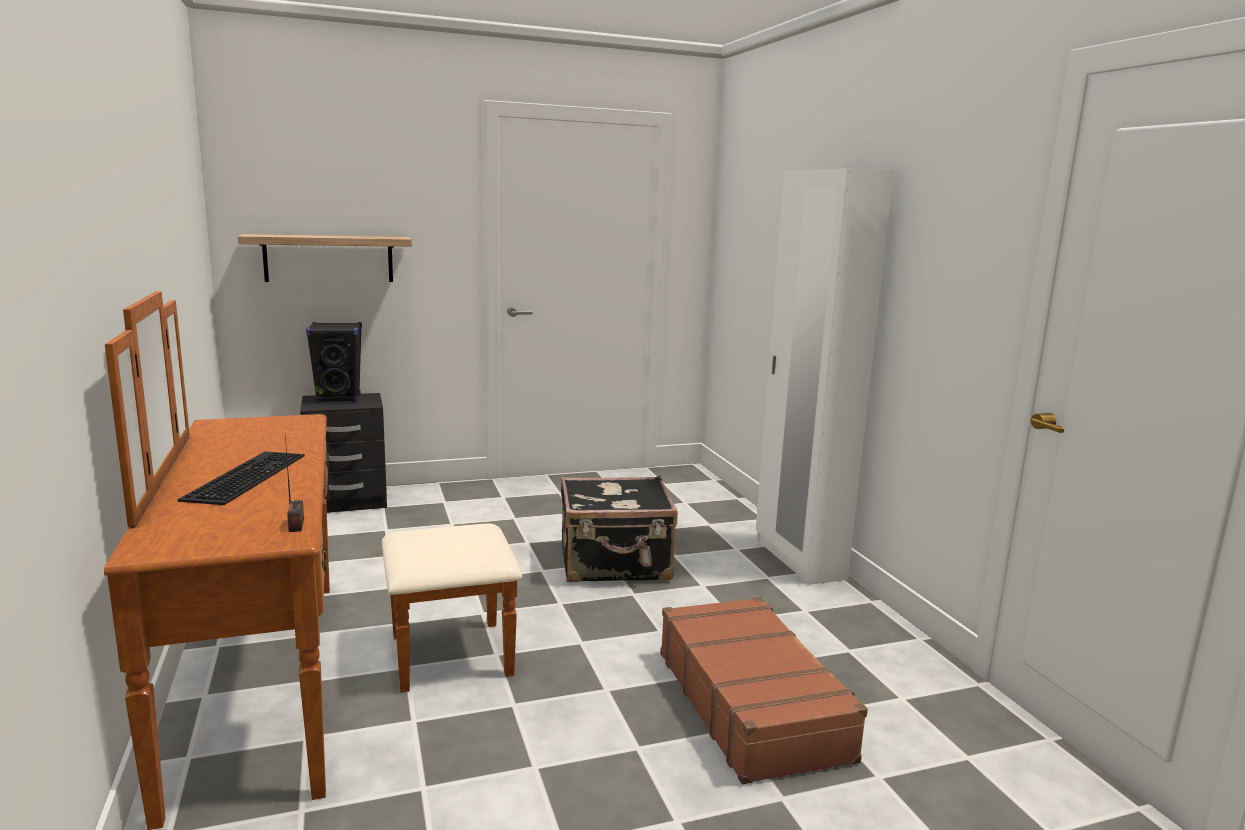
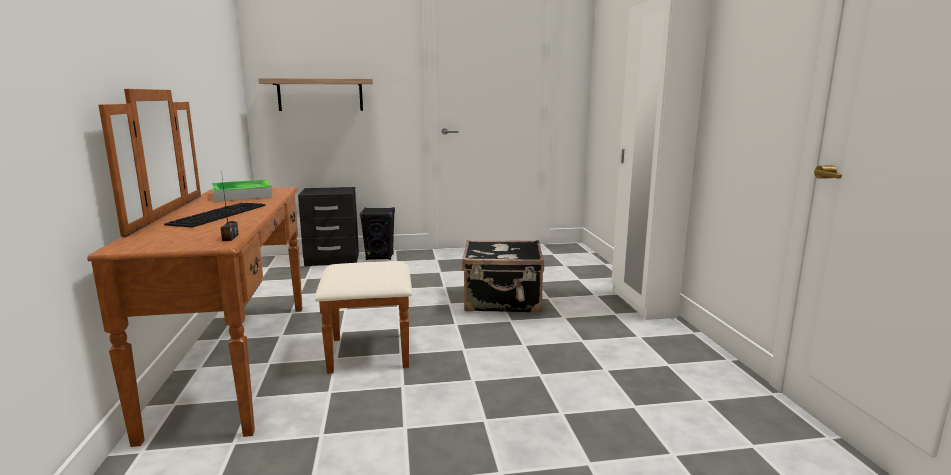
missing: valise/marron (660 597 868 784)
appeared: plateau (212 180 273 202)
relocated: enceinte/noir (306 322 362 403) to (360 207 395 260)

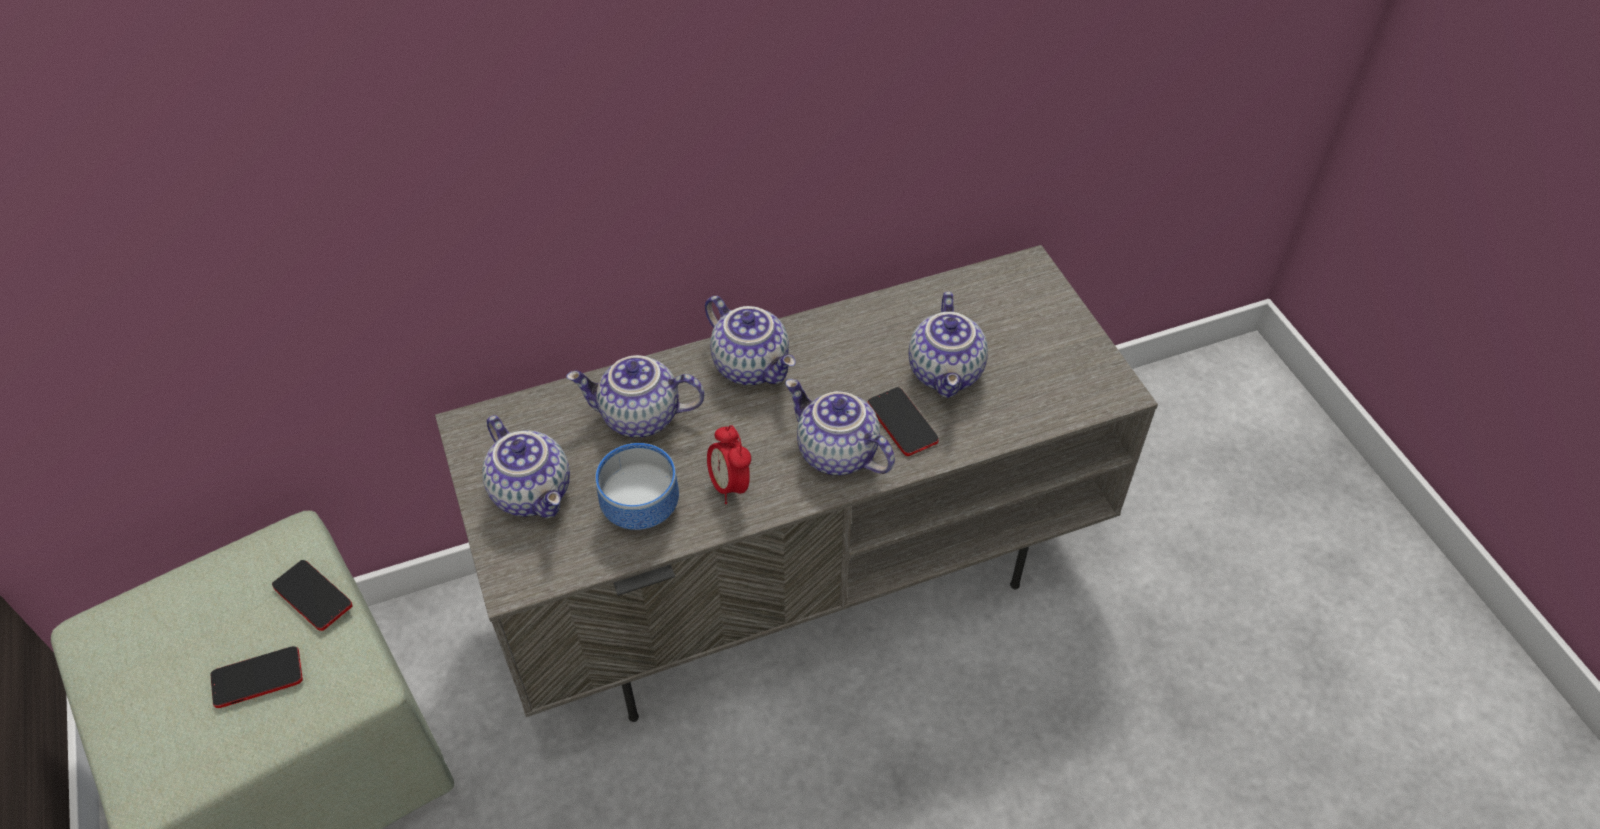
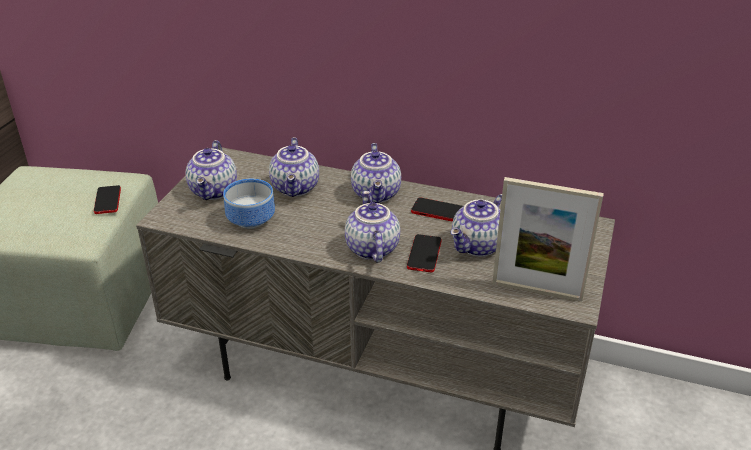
missing: réveil (707 425 751 504)
appeared: cadre photo (492 177 604 301)
relocated: téléphone (210 646 303 708) to (411 198 463 222)
spun: théière (566 355 704 437) = (269 137 319 197) 135 degrees counterclockwise

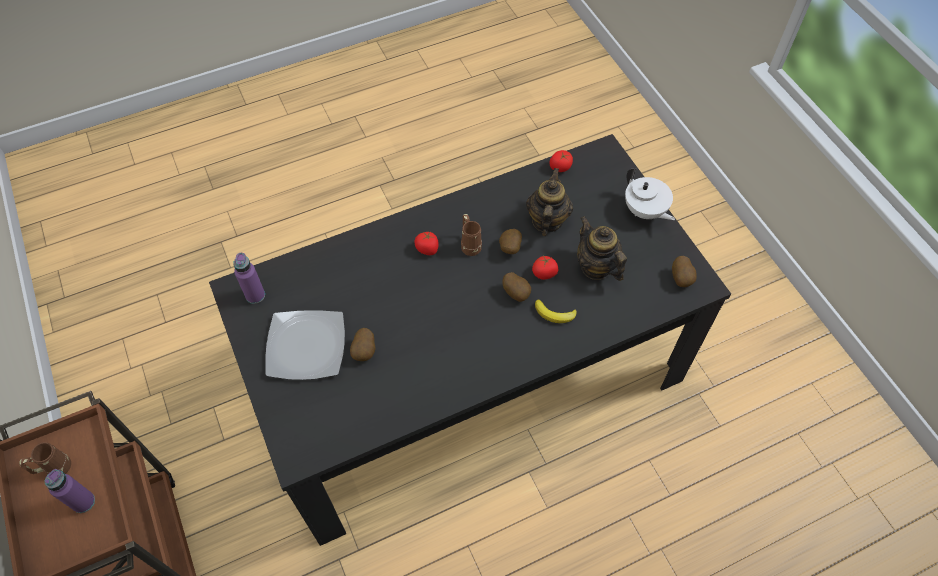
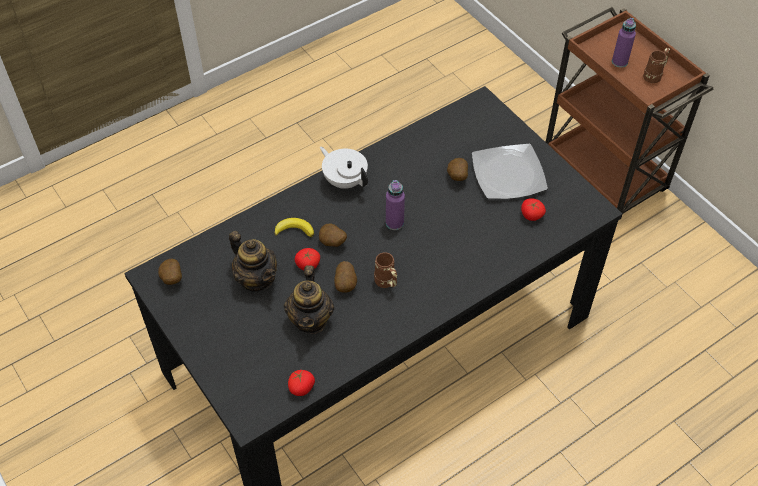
relocated: théière/blanc (625 168 675 220) to (320 146 368 189); tomate (415 232 439 255) to (521 198 546 221); bouteille/violet (233 253 265 304) to (386 180 405 230)

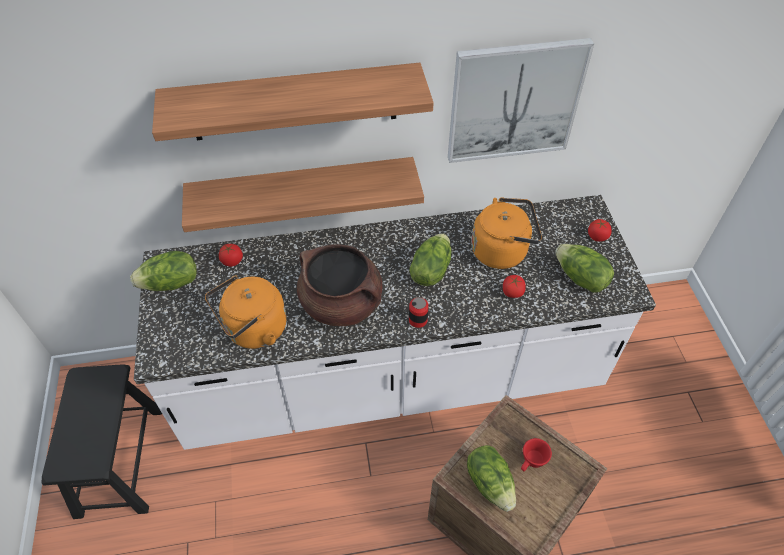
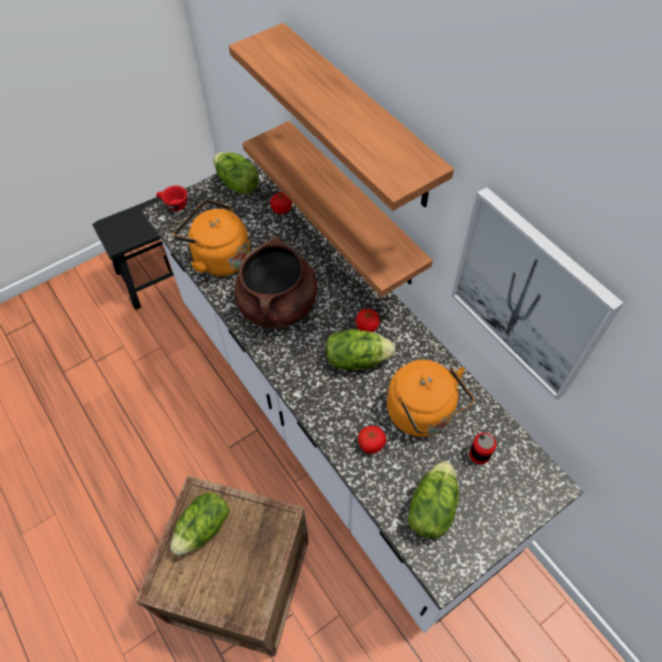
relocated: tomate (588 219 611 242) to (356 309 380 332); boîte métallique (409 297 429 328) to (469 433 496 464); tasse/rouge (521 438 552 471) to (156 186 187 211)

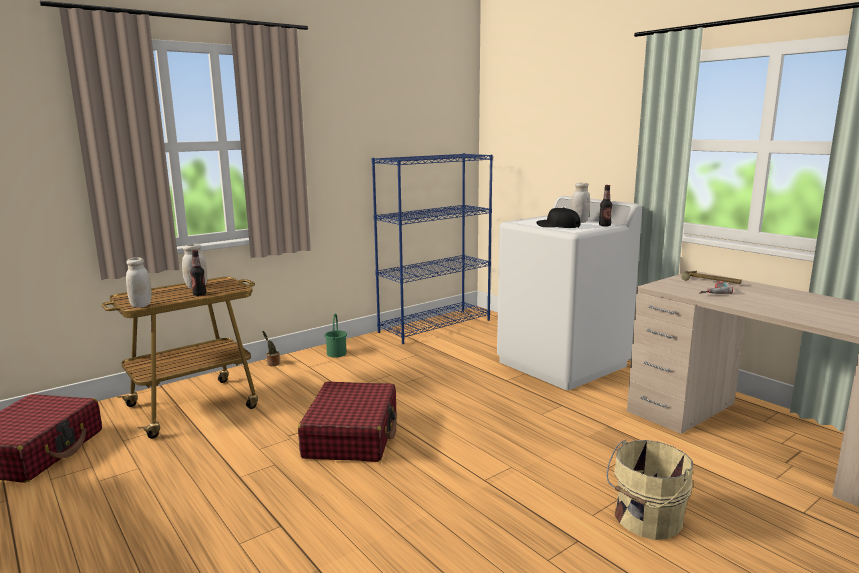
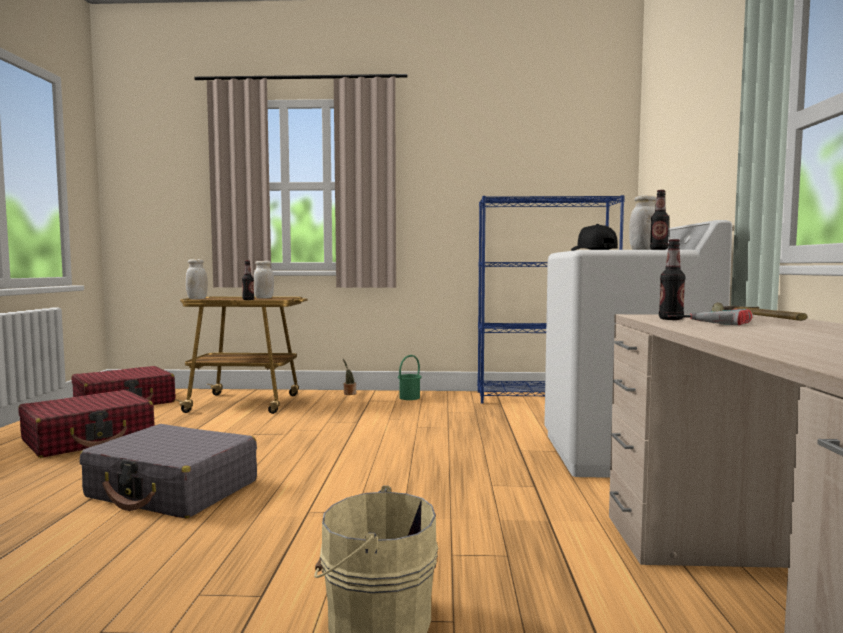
appeared: bouteille (659 239 685 320); valise/gris (80 424 257 519)
relocated: valise/rouge (298 382 397 462) to (18 390 155 458)

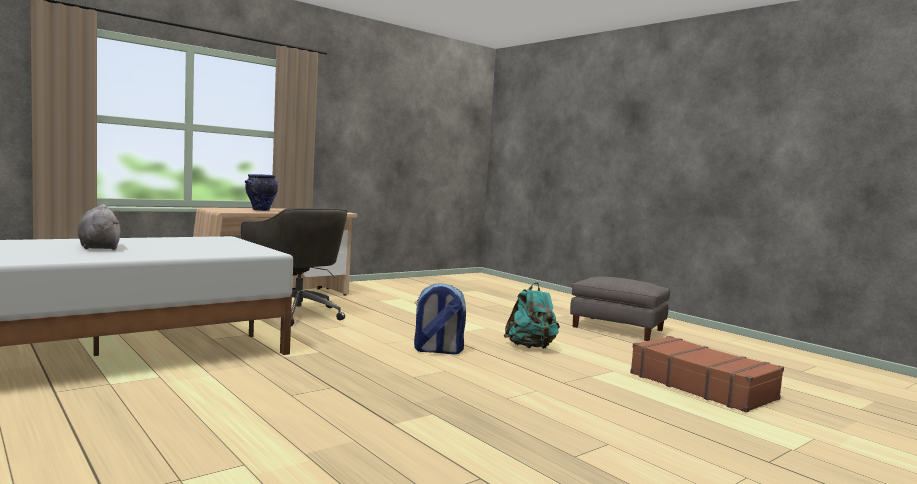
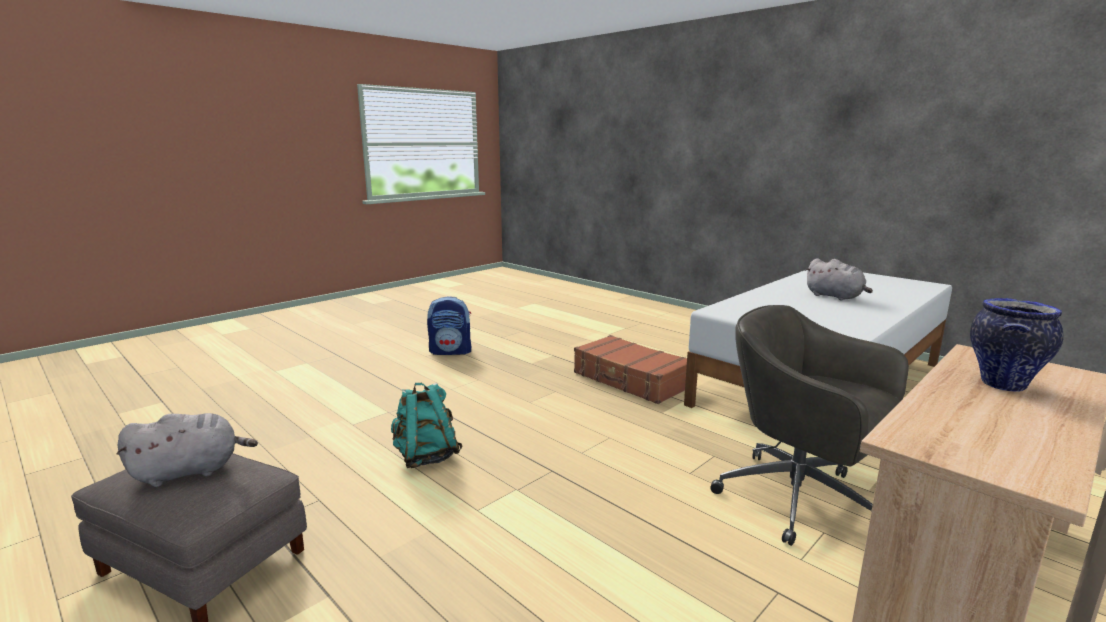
appeared: peluche/gris (116 413 258 487)
relocated: sac à dos (414 283 466 355) to (427 296 471 355); valise/marron (630 336 784 413) to (574 335 687 404)

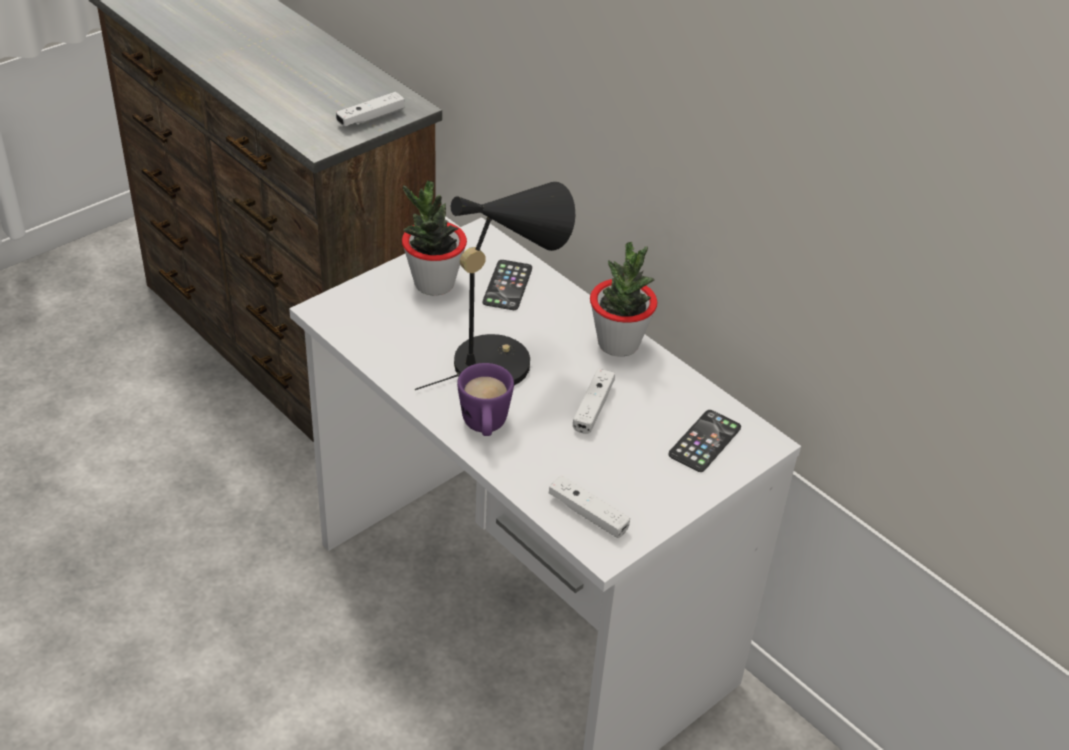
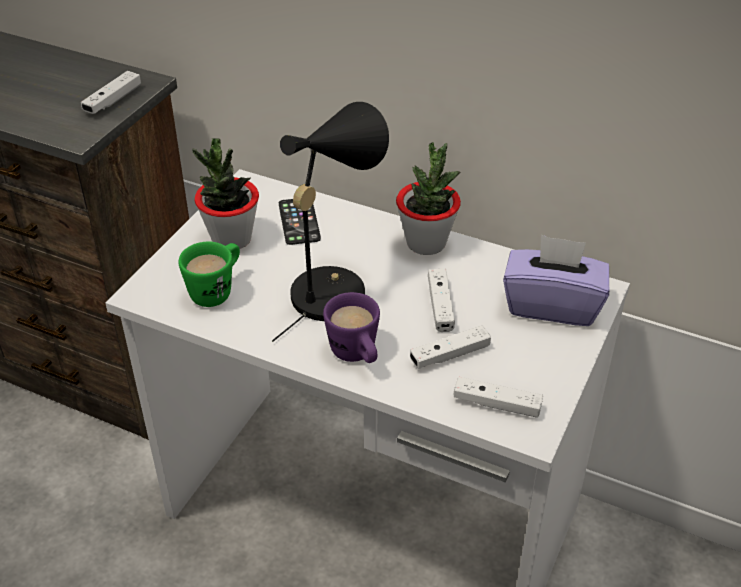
appeared: mug/vert (178 242 240 307); manette/blanc (410 325 491 369)
exchanged: téléphone (668 410 741 472) to boîte à mouchoirs/violet (503 235 609 326)

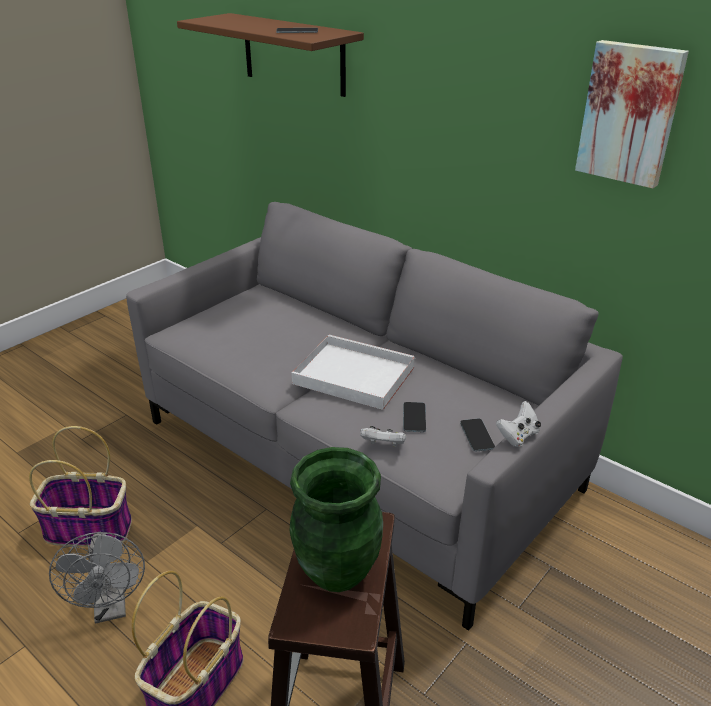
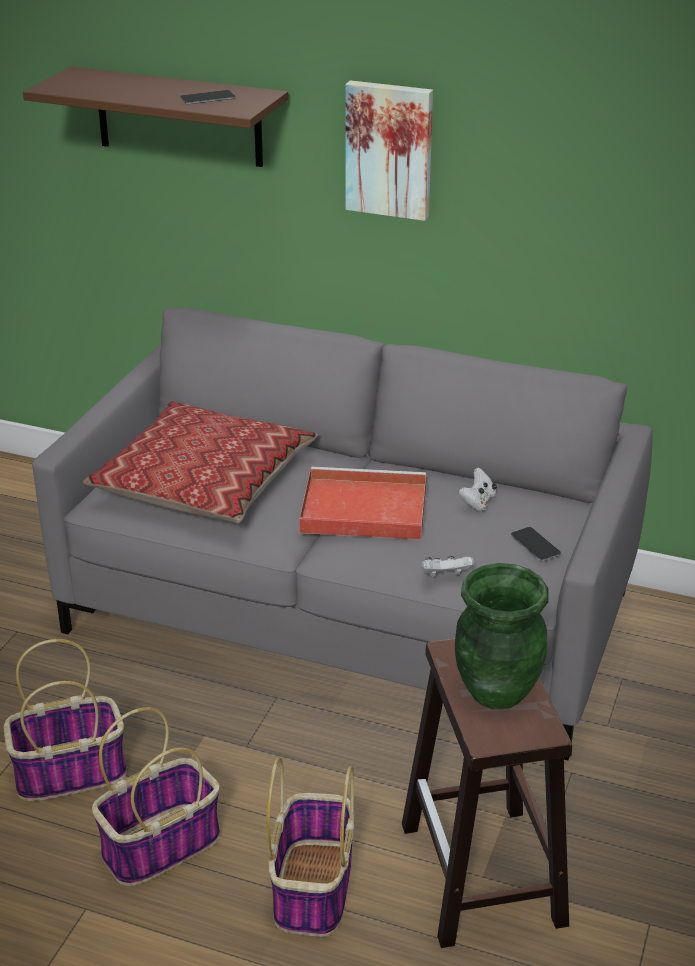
missing: téléphone (403 402 426 432)
appeared: coussin (83 401 318 523)
relocated: tableau (575 40 689 188) to (345 80 433 221); manette/blanc (496 401 541 447) to (459 467 497 511)
exchanged: ventilateur/gris (49 532 145 624) to panier (92 707 220 886)
colour: plateau/blanc (292 335 415 410) to plateau/rouge (299 467 426 540)

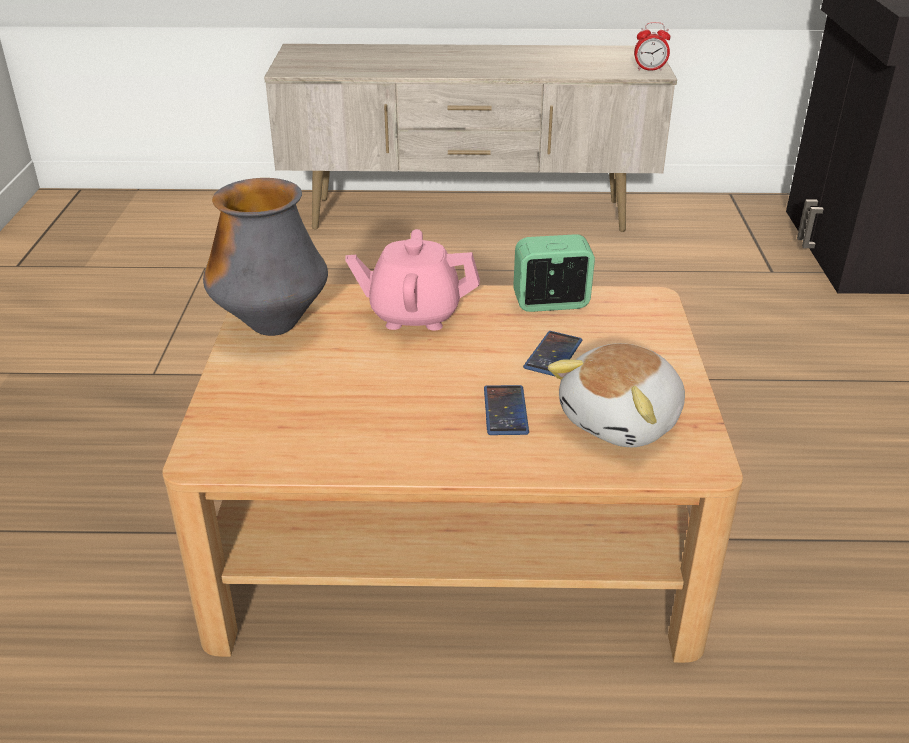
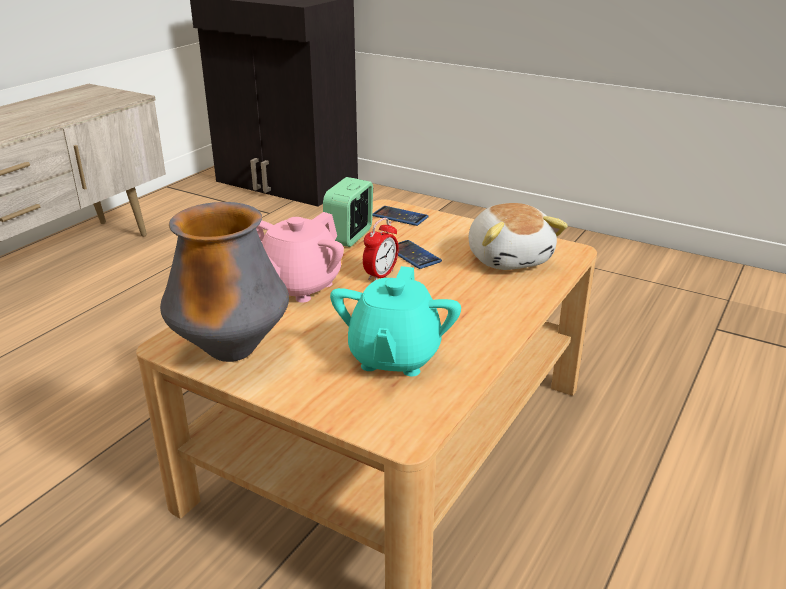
appeared: théière/turquoise (330 266 461 376)
relocated: réveil (634 22 671 71) to (363 218 399 280); téléphone (484 385 529 435) to (372 206 429 226)

